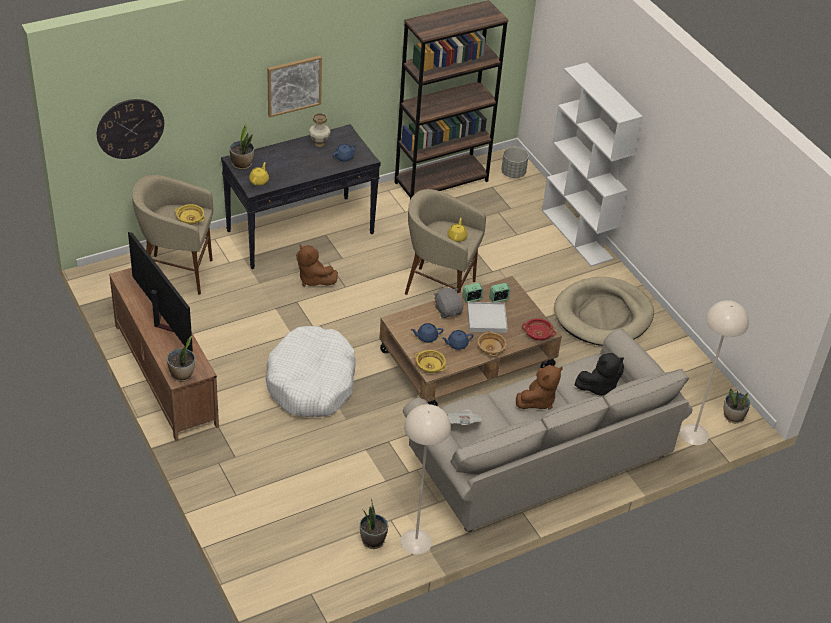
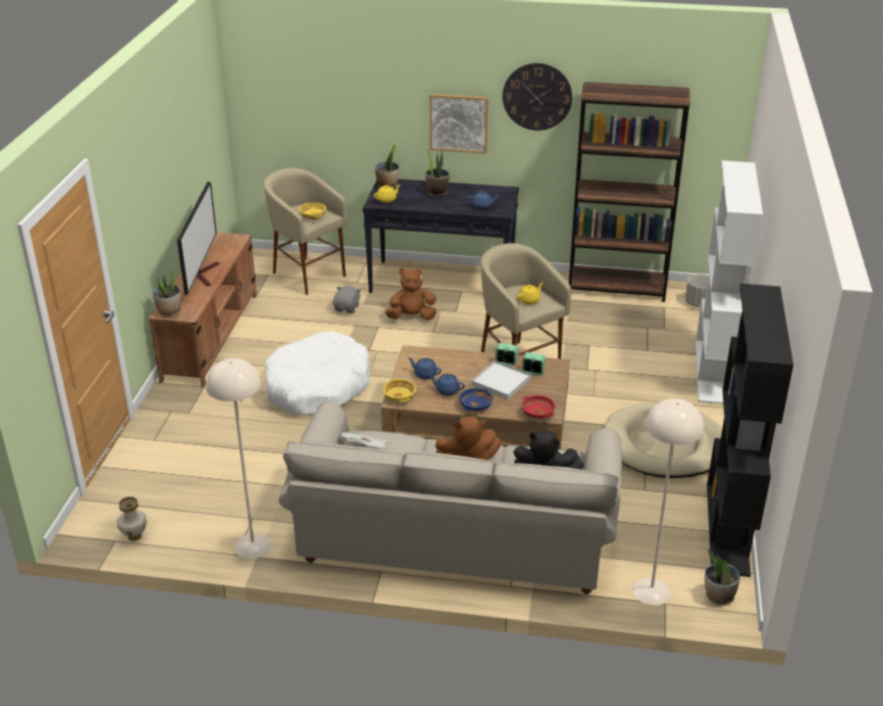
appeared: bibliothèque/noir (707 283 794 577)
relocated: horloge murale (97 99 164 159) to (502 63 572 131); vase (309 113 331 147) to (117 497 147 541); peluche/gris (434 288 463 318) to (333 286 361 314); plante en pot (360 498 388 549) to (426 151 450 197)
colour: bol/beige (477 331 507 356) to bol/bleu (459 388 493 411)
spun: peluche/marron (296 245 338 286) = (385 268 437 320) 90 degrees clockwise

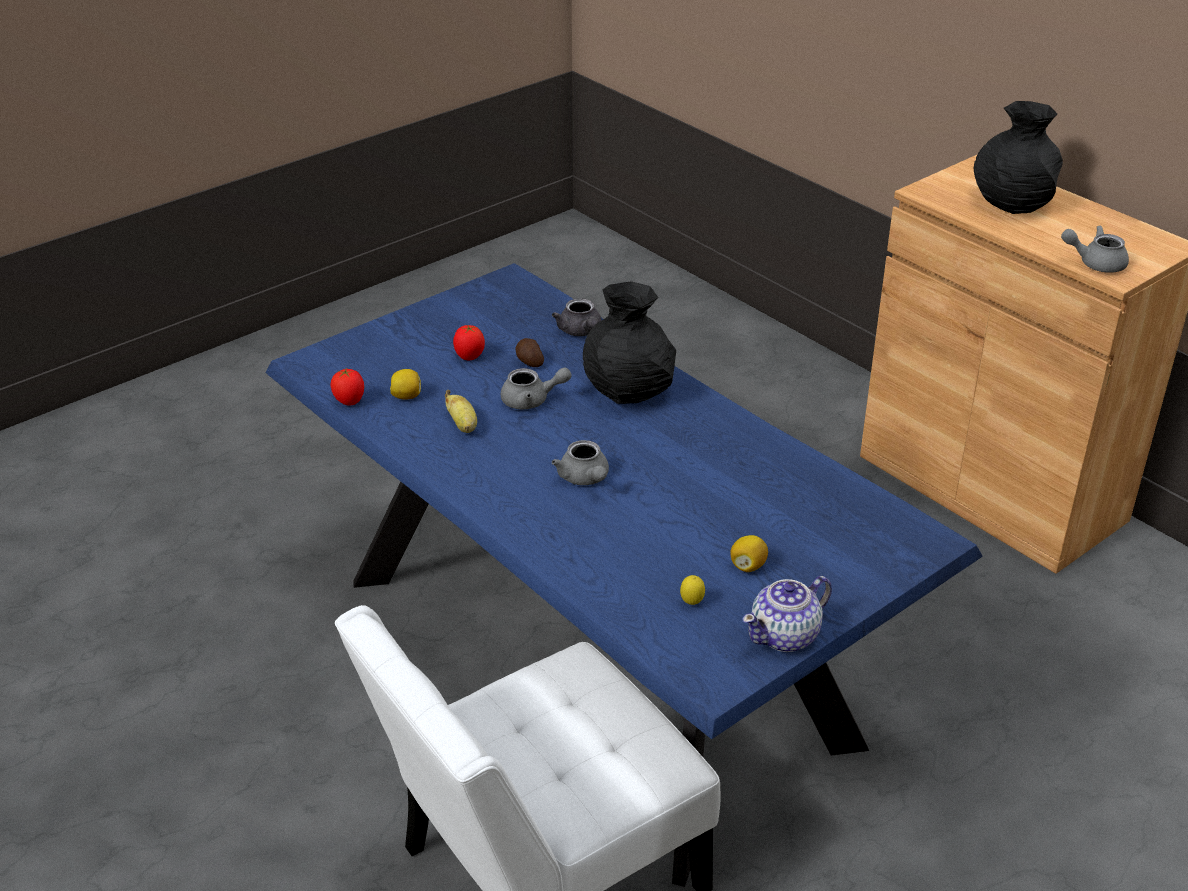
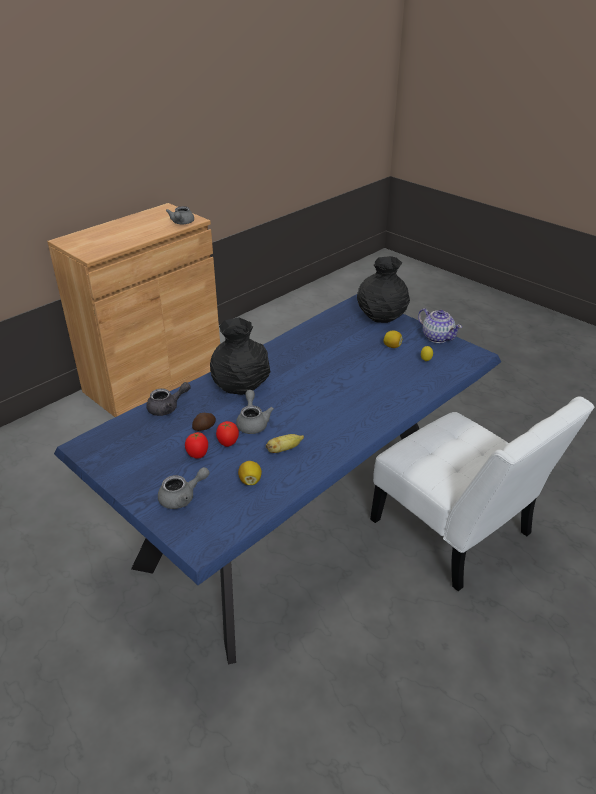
relocated: vase/noir (974 101 1063 214) to (357 256 410 323); tomate (330 369 364 405) to (216 421 239 447); théière/gris (552 440 609 485) to (158 467 210 509)

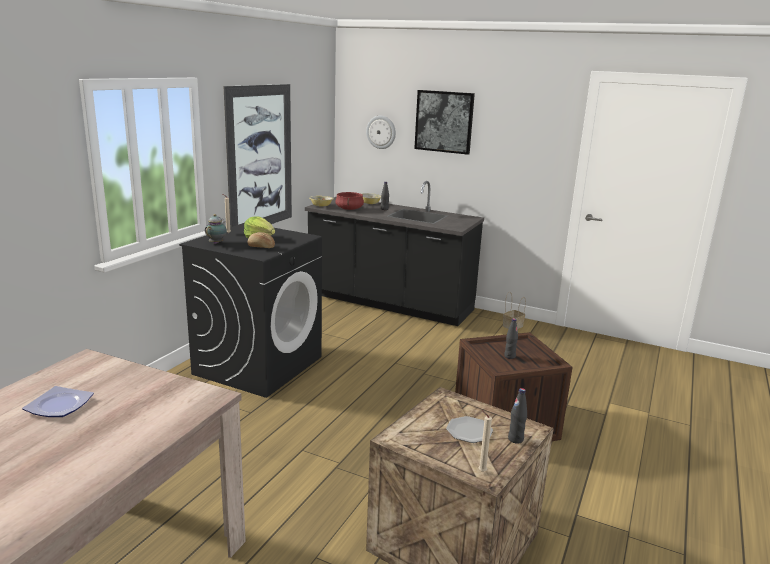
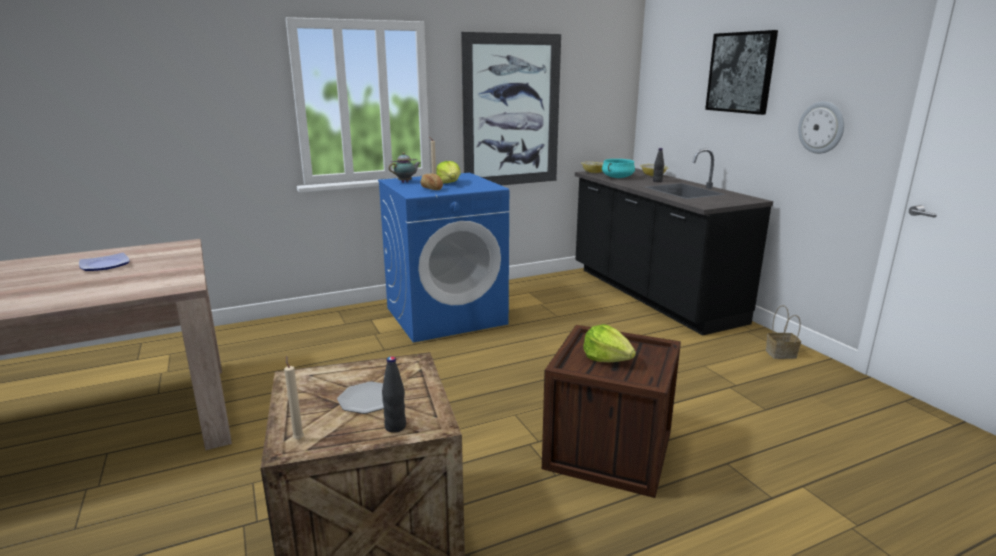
relocated: horloge murale (366 116 396 149) to (798 101 844 154)
exchanged: bouteille/noir (504 318 518 359) to laitue (583 324 636 362)
colour: marmite/rouge (335 192 364 210) to marmite/turquoise (602 159 635 178); lave-linge/noir (179 223 322 398) to lave-linge/bleu (378 173 509 343)

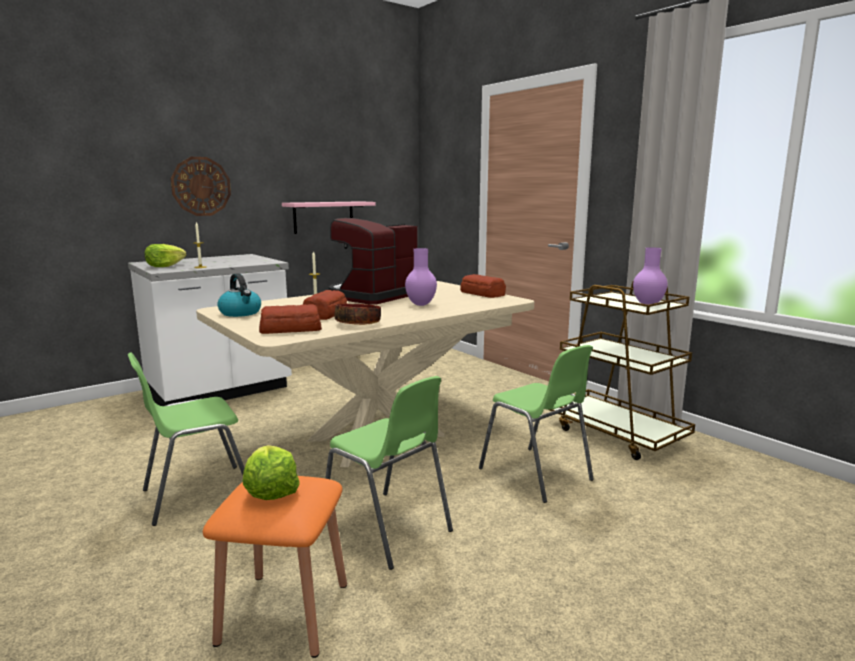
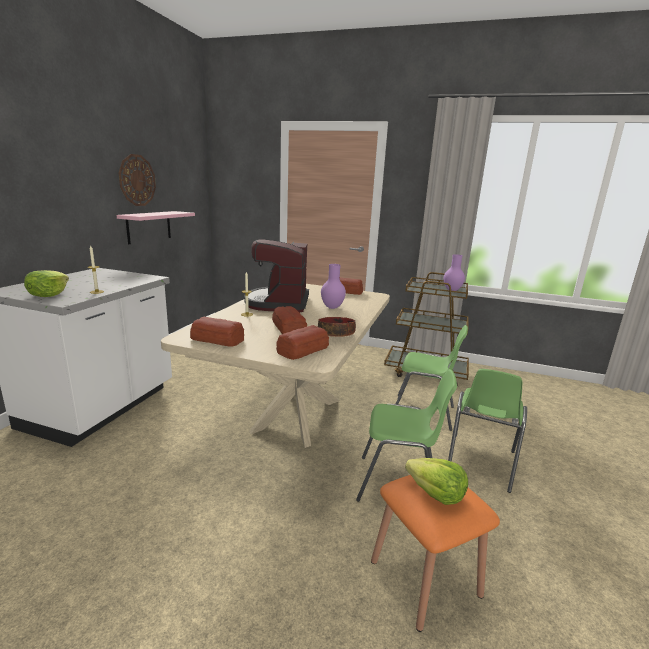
relocated: horloge murale (171 157 231 216) to (119 154 156 206); chaise/vert (128 353 245 526) to (448 369 527 493)
exchanged: bouilloire (217 273 261 317) to pain (190 317 244 347)

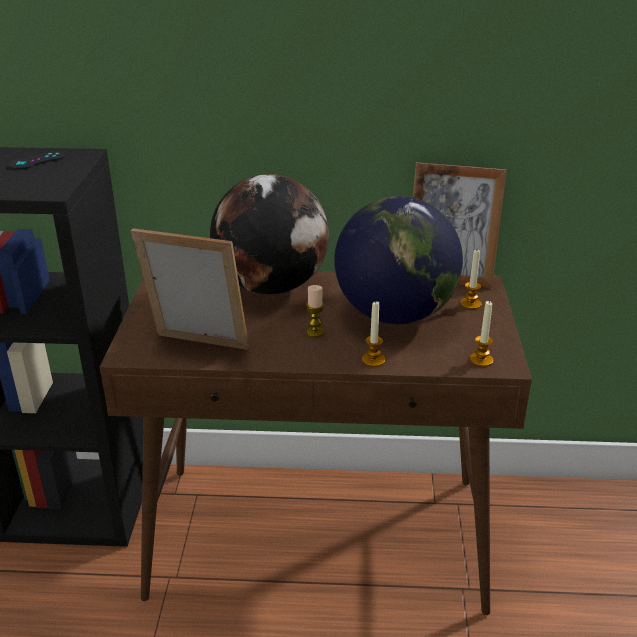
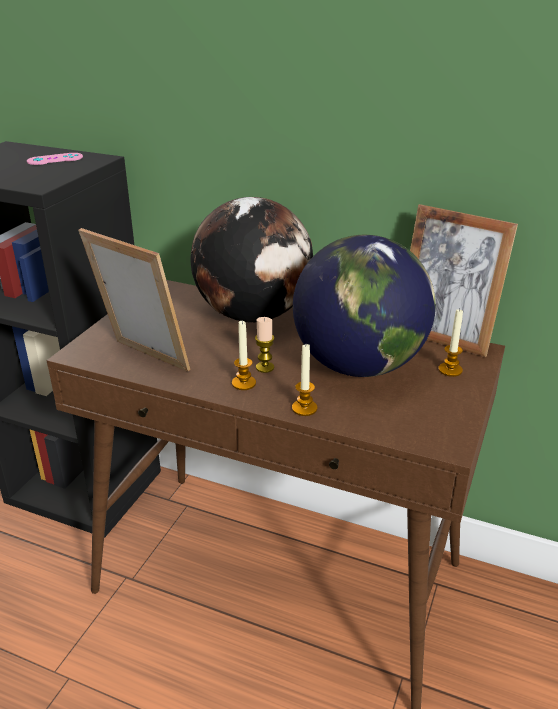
relocated: bougie (470 301 493 367) to (232 321 256 390)
colour: manette/noir (9 151 65 170) to manette/rose (27 153 83 165)

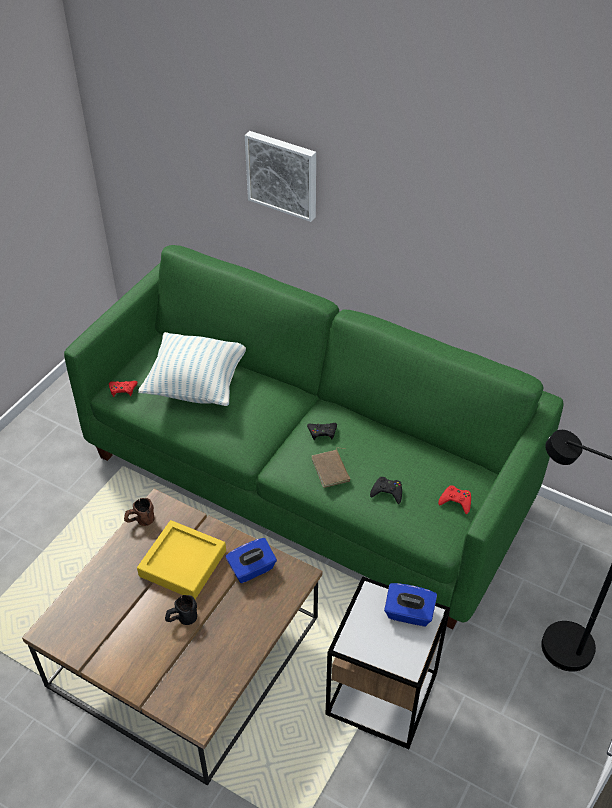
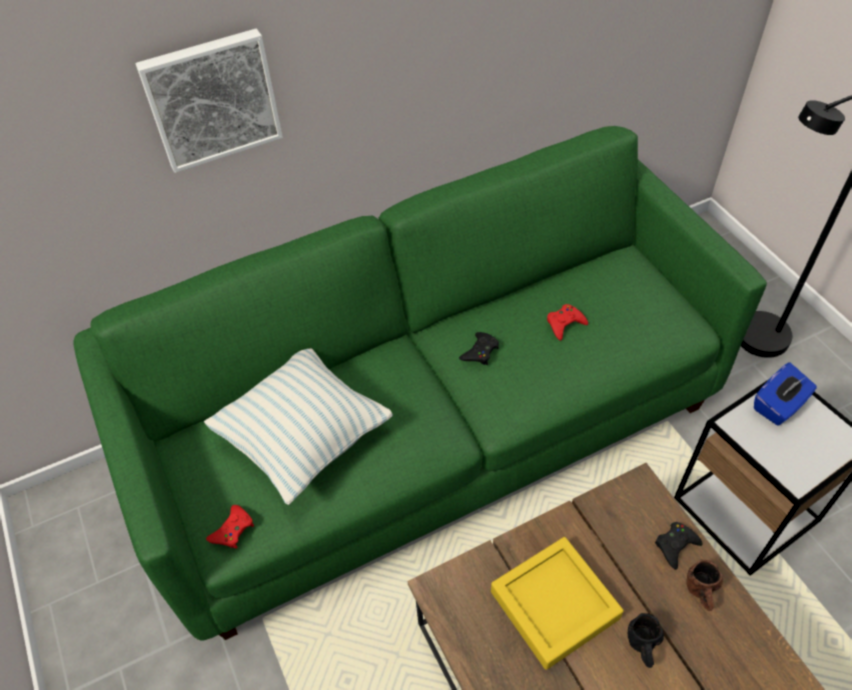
missing: livre/marron (311 448 350 488); boîte à mouchoirs/bleu (226 538 277 583)
relocated: manette/noir (370 477 402 504) to (655 522 702 570); manette/rouge (438 485 471 514) to (547 304 588 341); mug/marron (124 498 155 526) to (686 560 723 611)

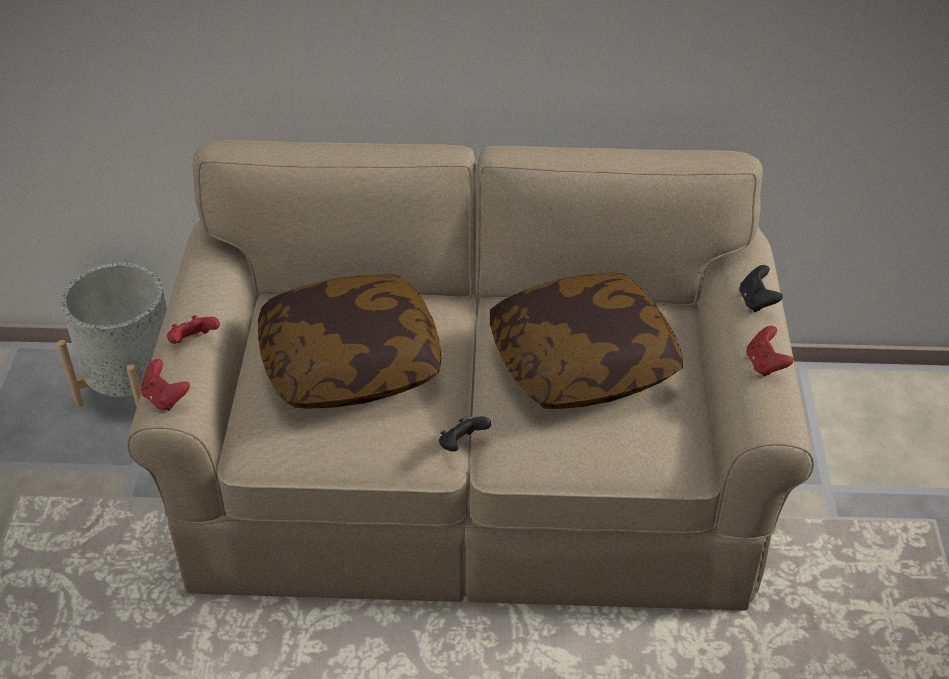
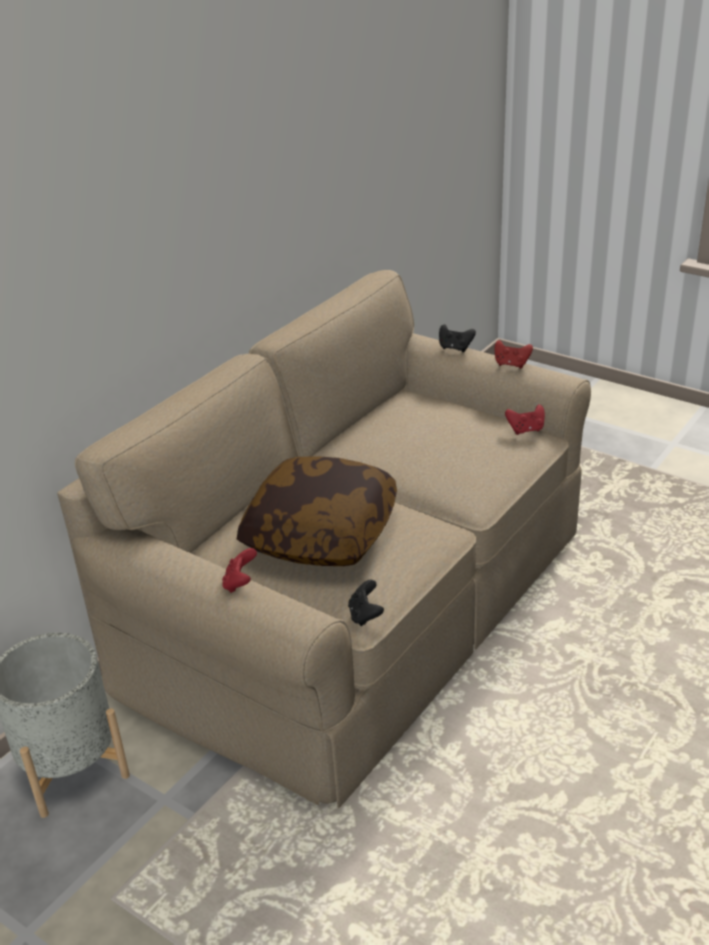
missing: coussin (490 273 683 409)
relocated: manette/rouge (141 359 190 411) to (505 404 545 435); manette/noir (439 416 491 452) to (348 580 384 626)

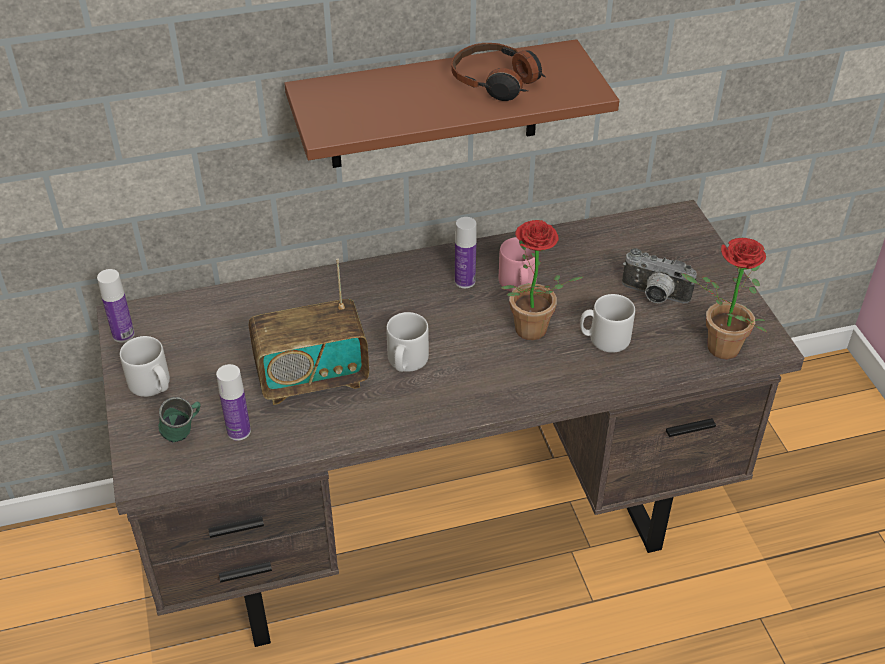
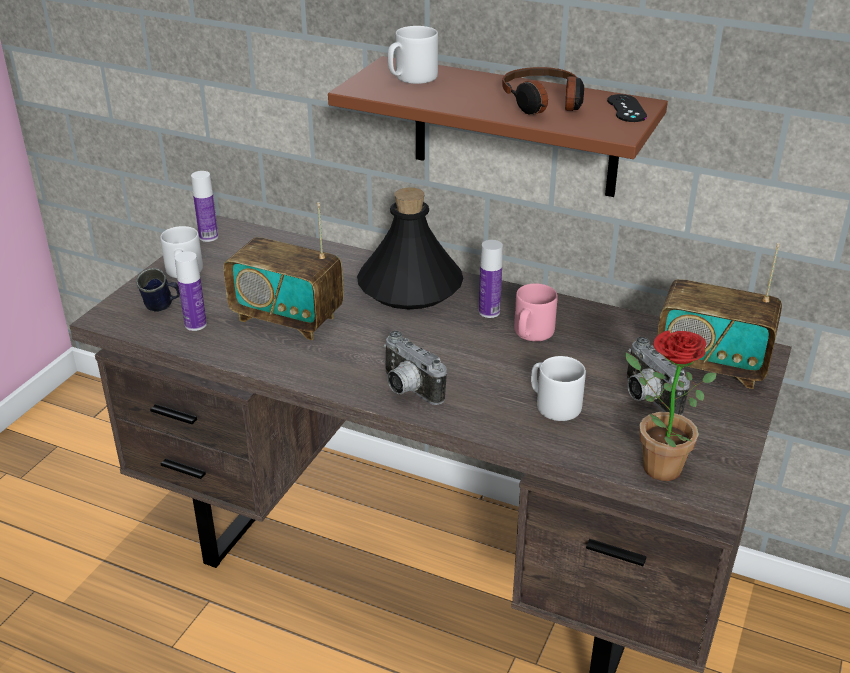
missing: plante en pot (500 220 583 340)
appeared: manette/noir (607 94 647 122); bouteille/noir (357 187 463 309); radio (655 243 782 389); appareil photo (383 331 447 405)
relocated: mug/gris (386 312 429 372) to (388 26 438 84)
colour: mug/vert (159 397 201 442) to mug/bleu (136 268 180 312)

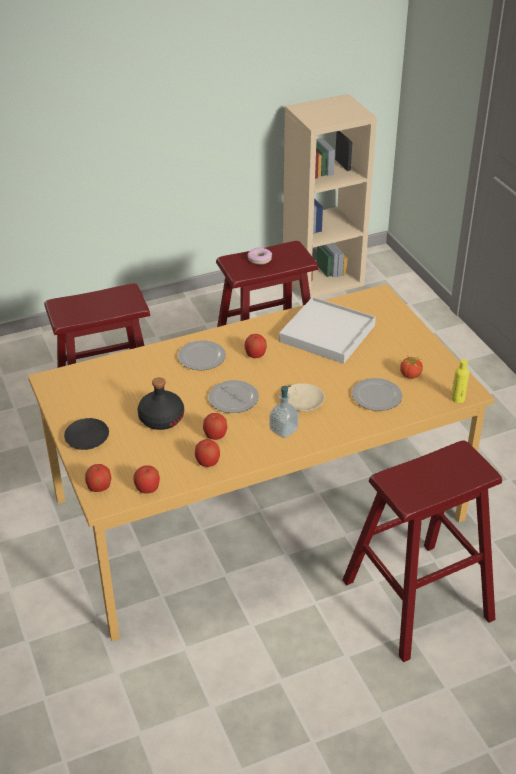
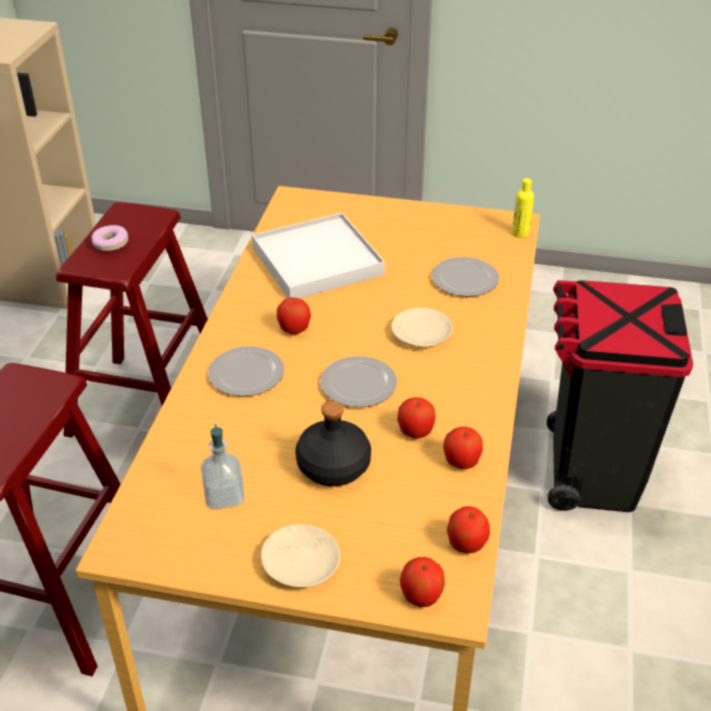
missing: tomate (400 356 423 379)
relocated: distributeur de savon (270 386 299 438) to (201 424 245 510)
exchanged: tabouret/rouge (343 440 502 662) to poubelle/noir (547 280 693 512)
colour: assiette/noir (64 418 109 450) to assiette/beige (261 524 340 587)

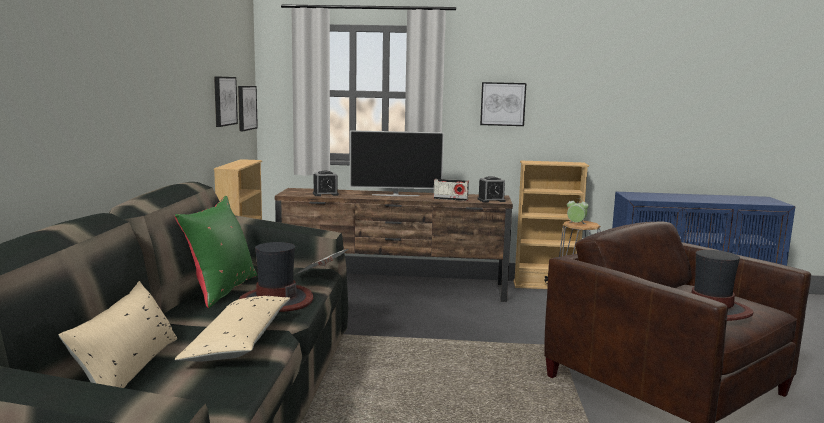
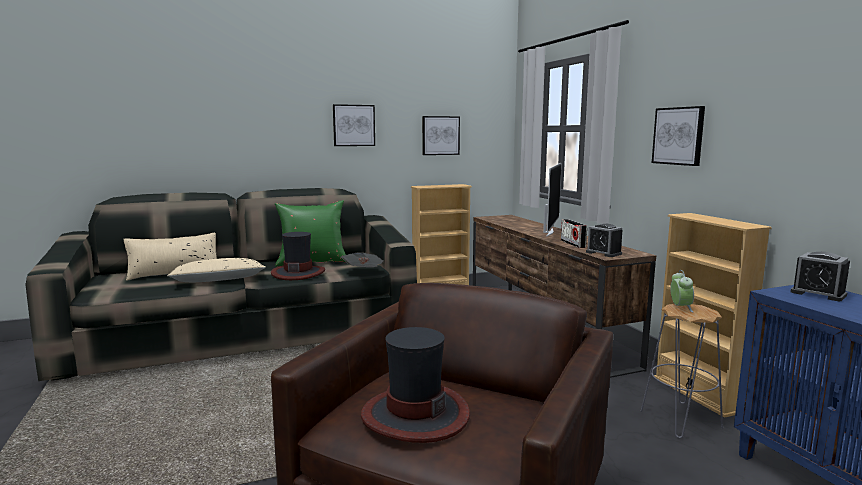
relocated: tableau (238 86 258 131) to (333 104 375 146); réveil (313 171 339 196) to (790 252 850 301)
spun: téléviseur (350 130 444 196) = (543 163 561 237) 135 degrees counterclockwise

